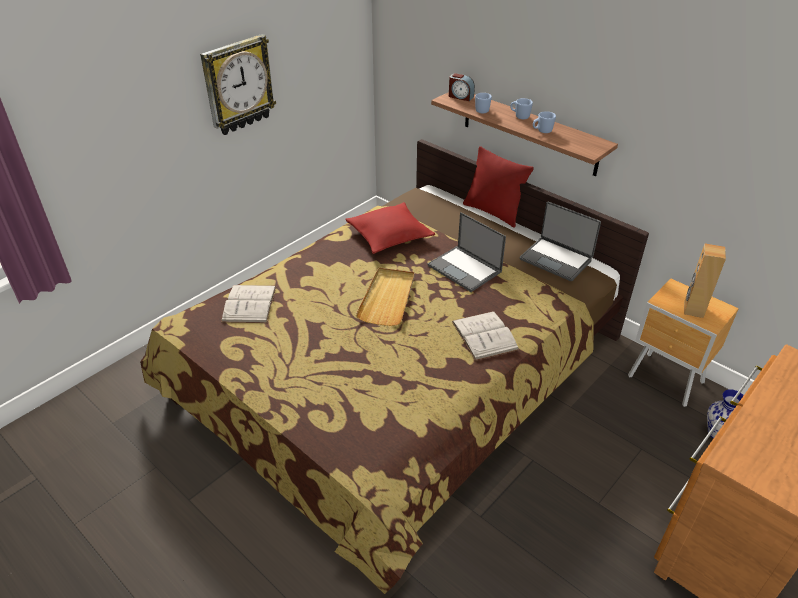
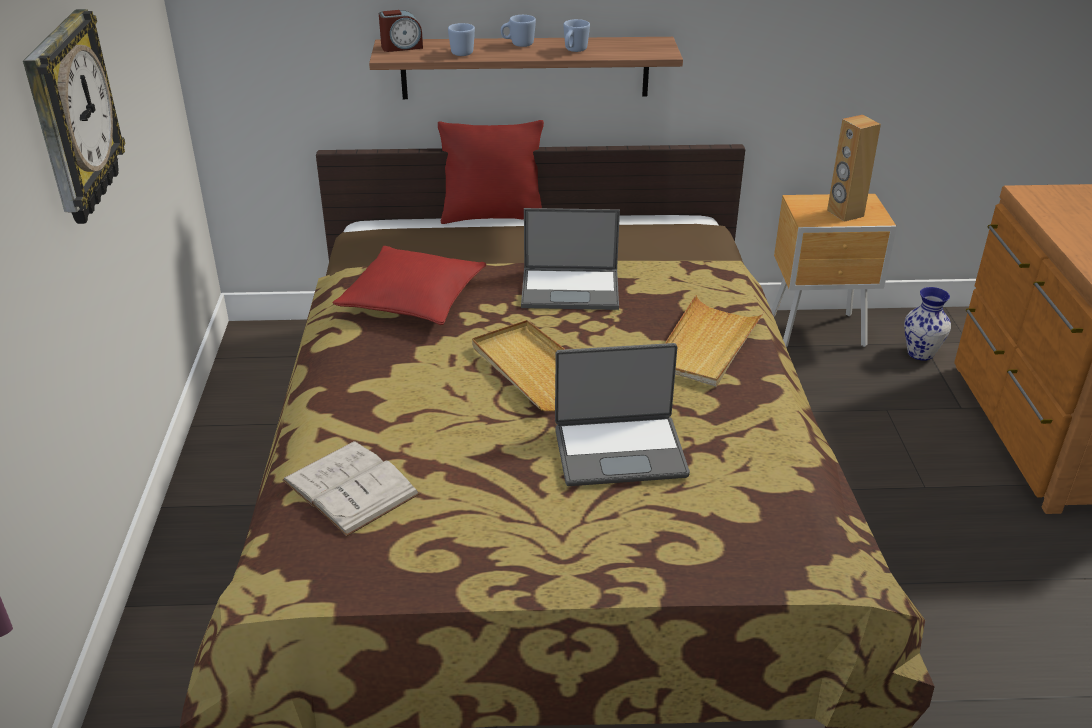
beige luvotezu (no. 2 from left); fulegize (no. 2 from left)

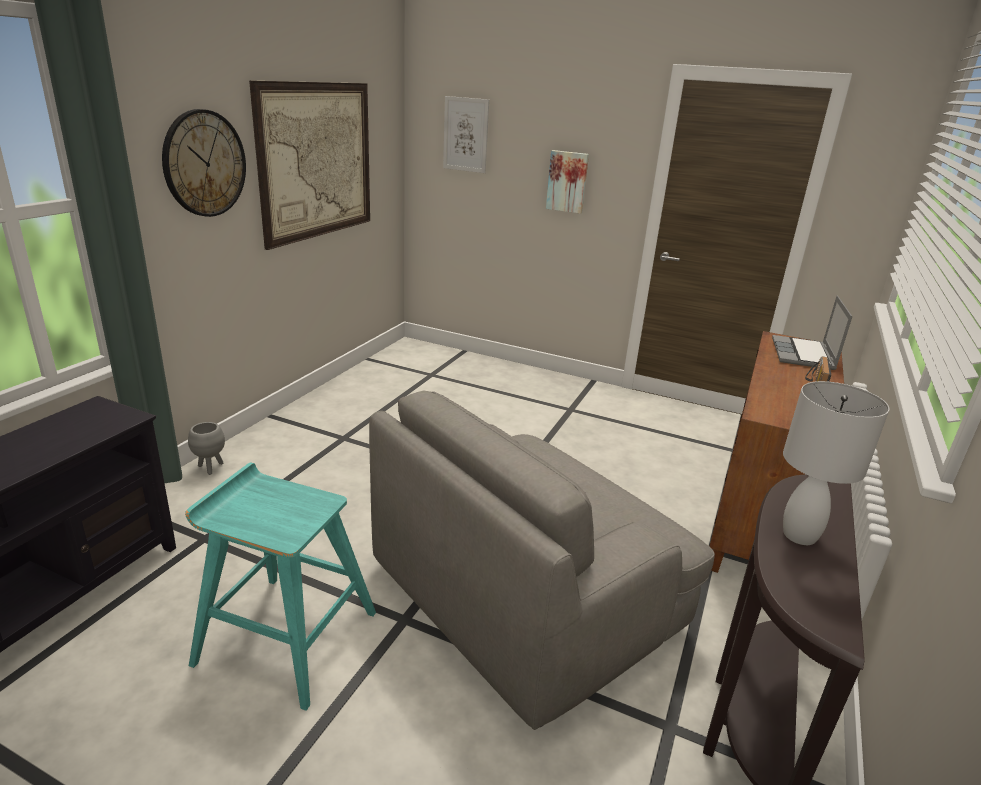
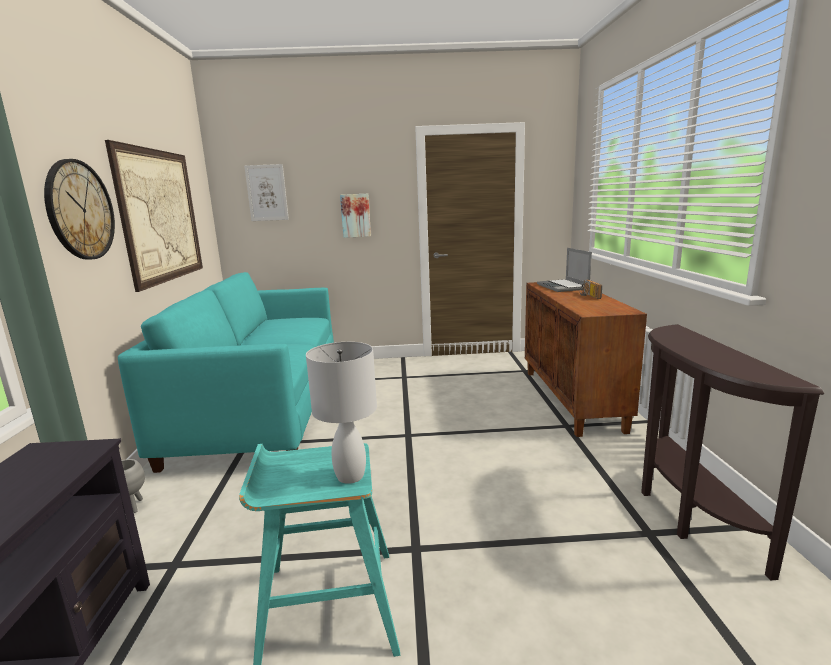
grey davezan; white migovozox; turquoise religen

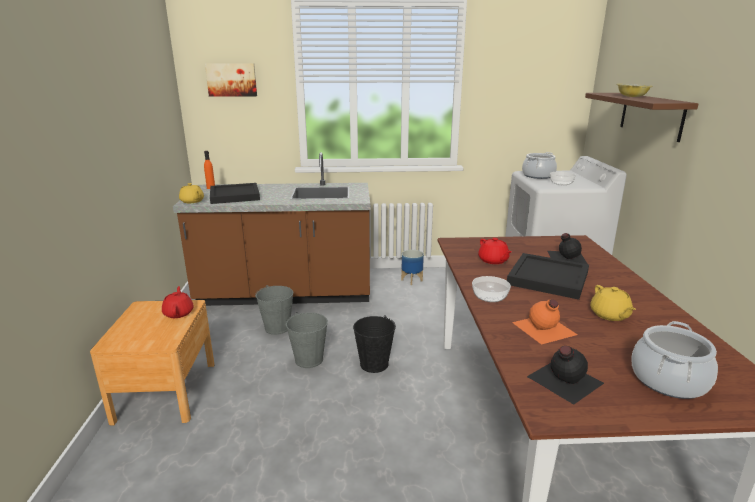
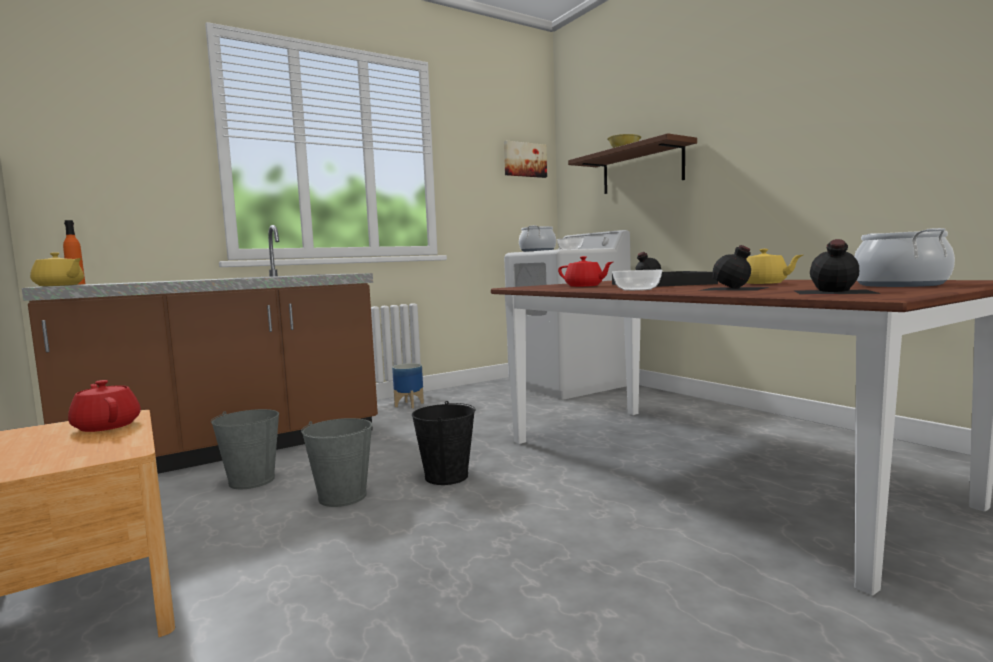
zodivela; black luvotezu (no. 1 from left in the first image); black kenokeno (no. 2 from left)

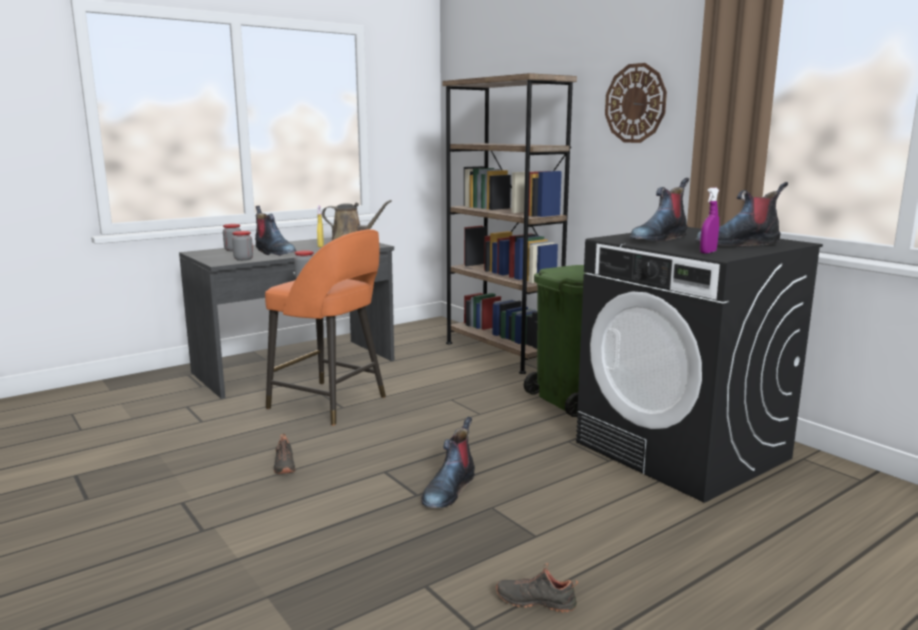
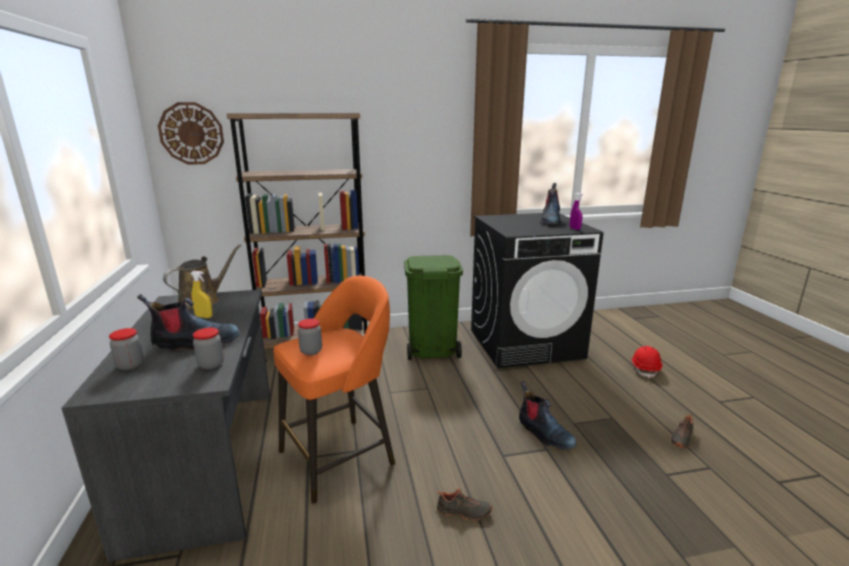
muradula; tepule (no. 3 from left in the first image); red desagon

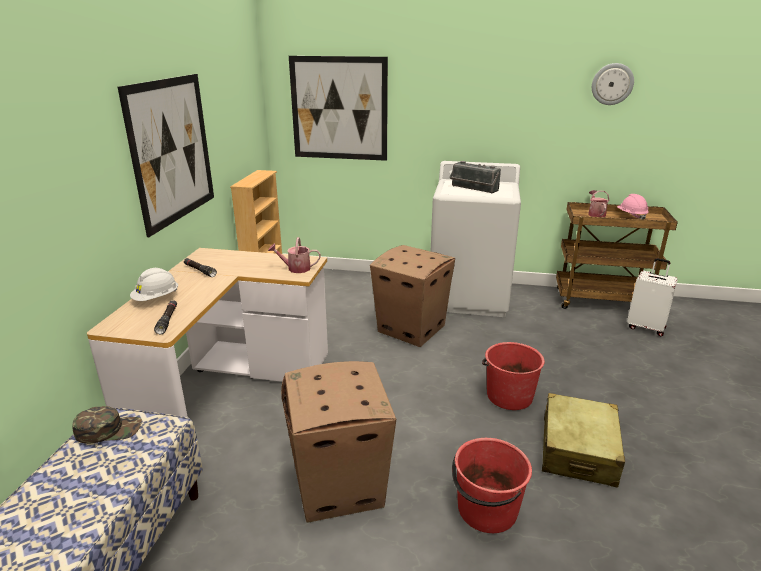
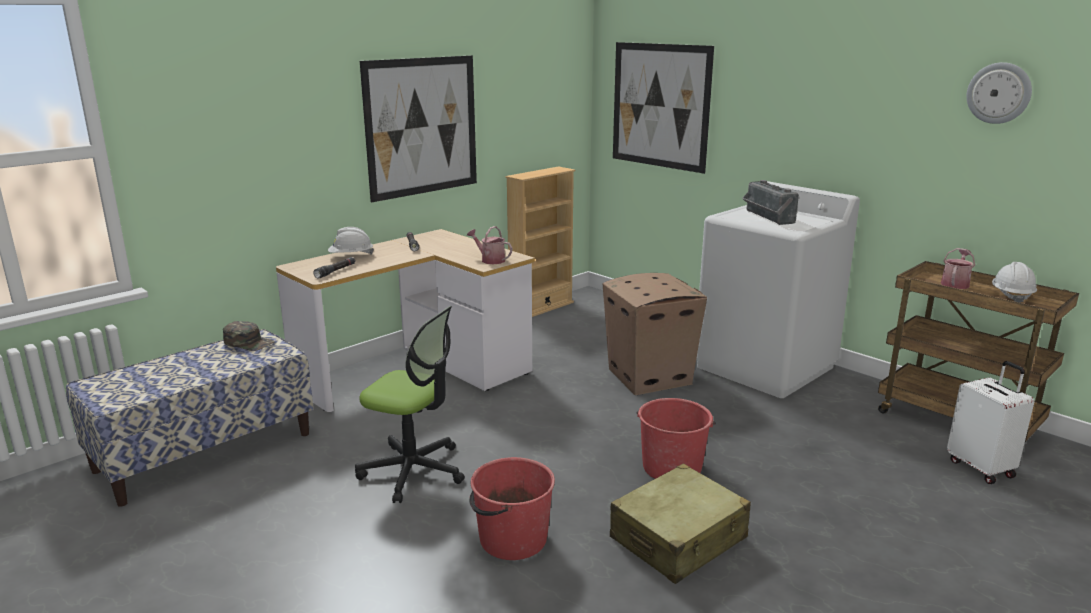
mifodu; white desagon (no. 2 from left)

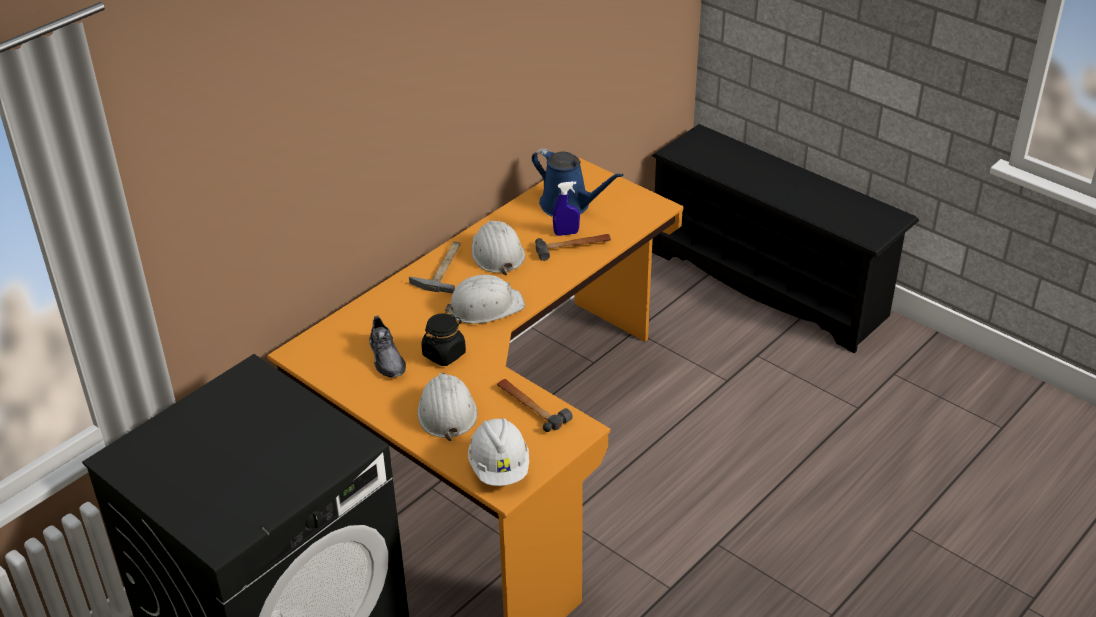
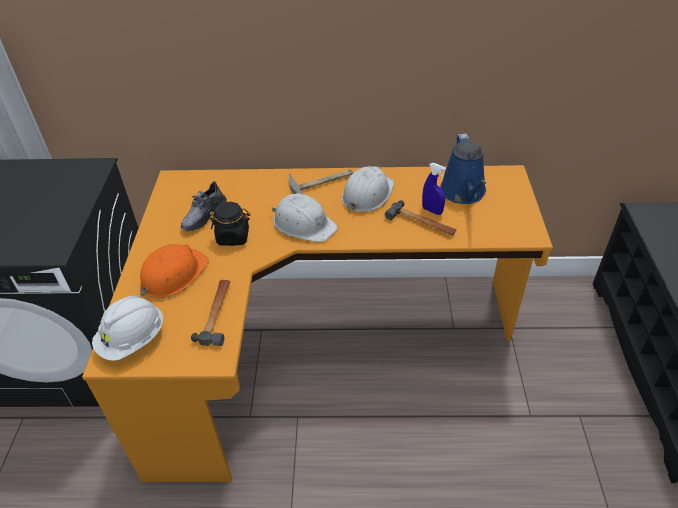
orange desagon

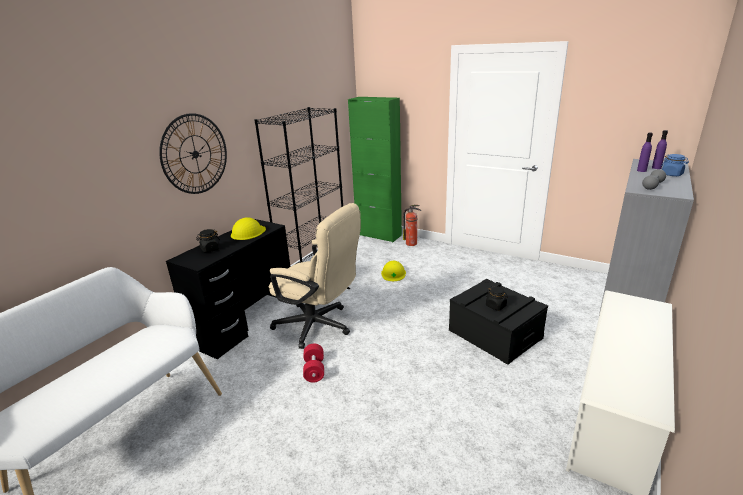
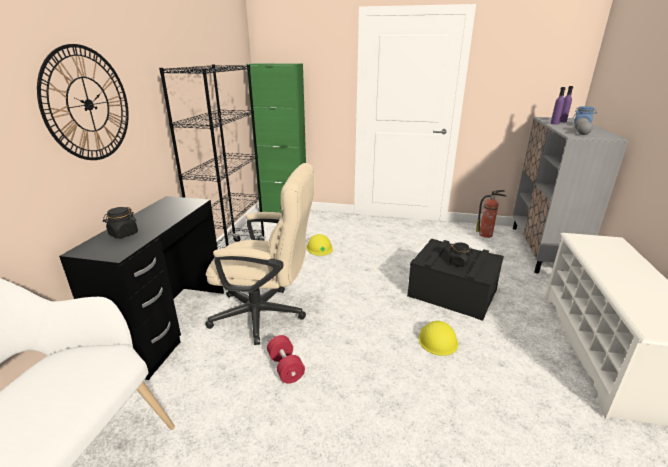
yellow desagon (no. 2 from left); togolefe

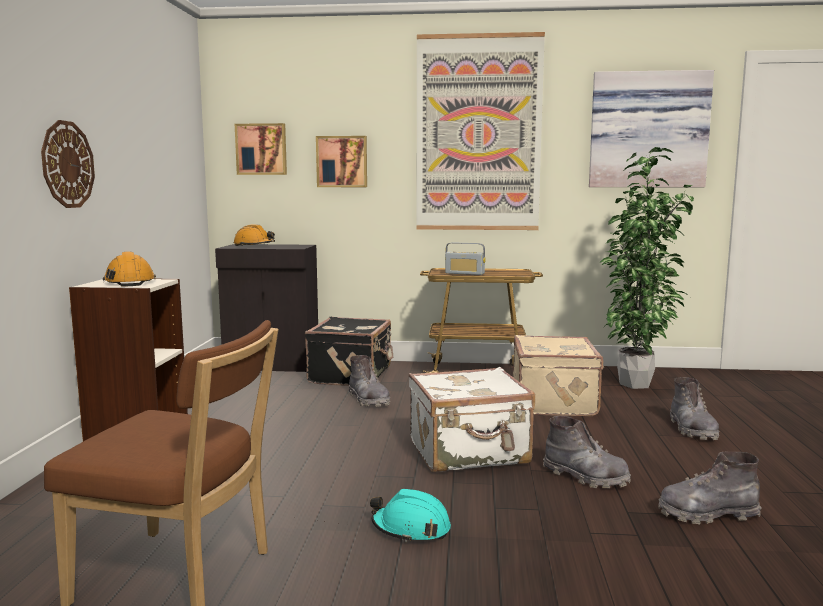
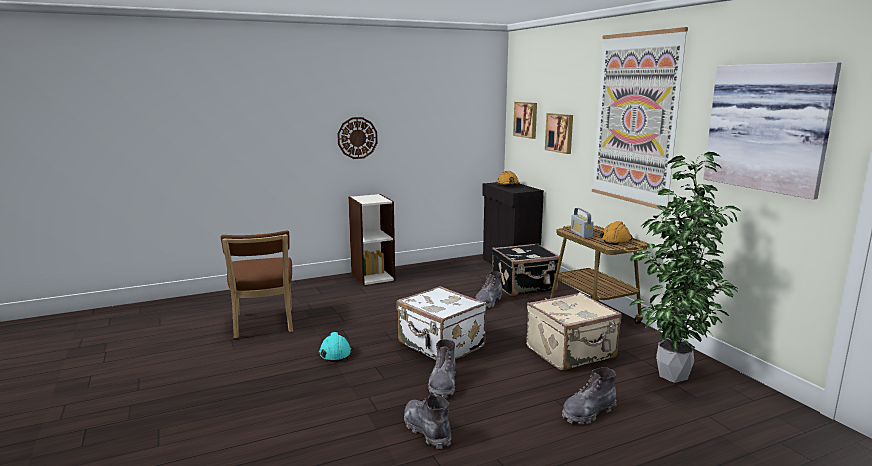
orange desagon (no. 2 from left)

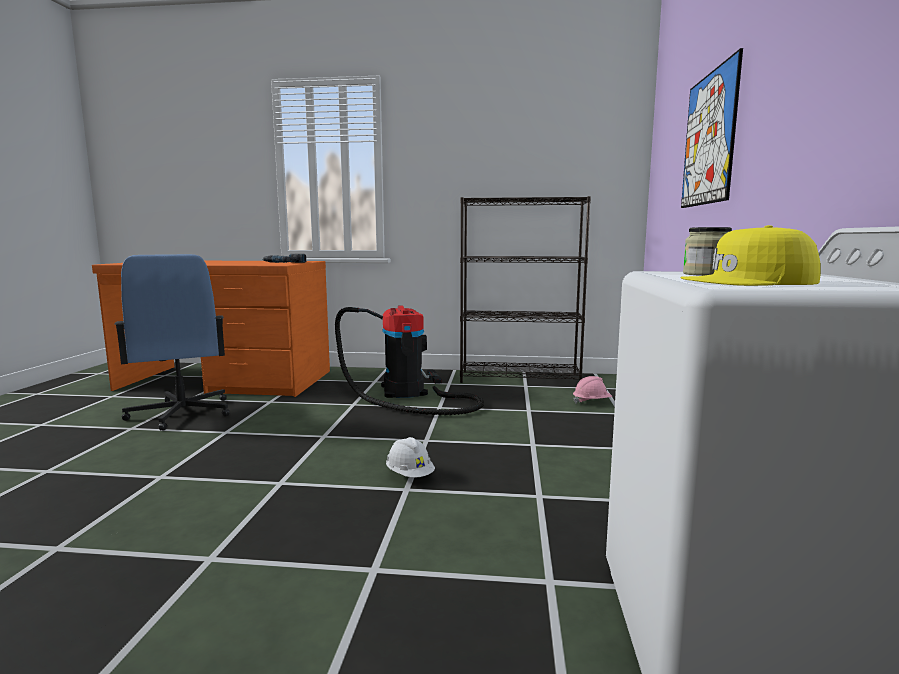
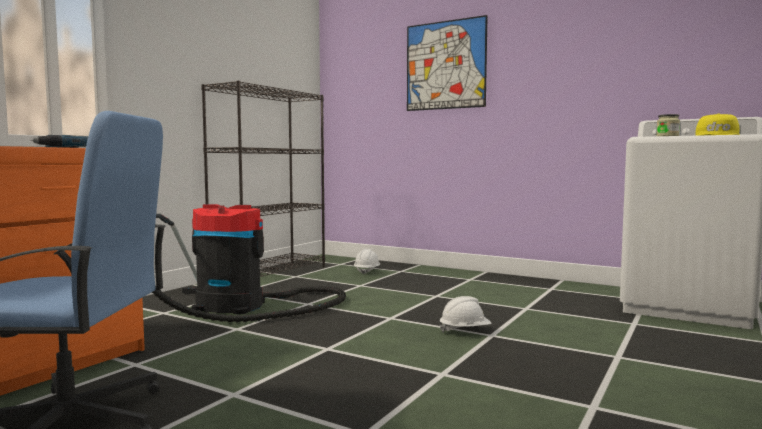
white desagon (no. 1 from left)

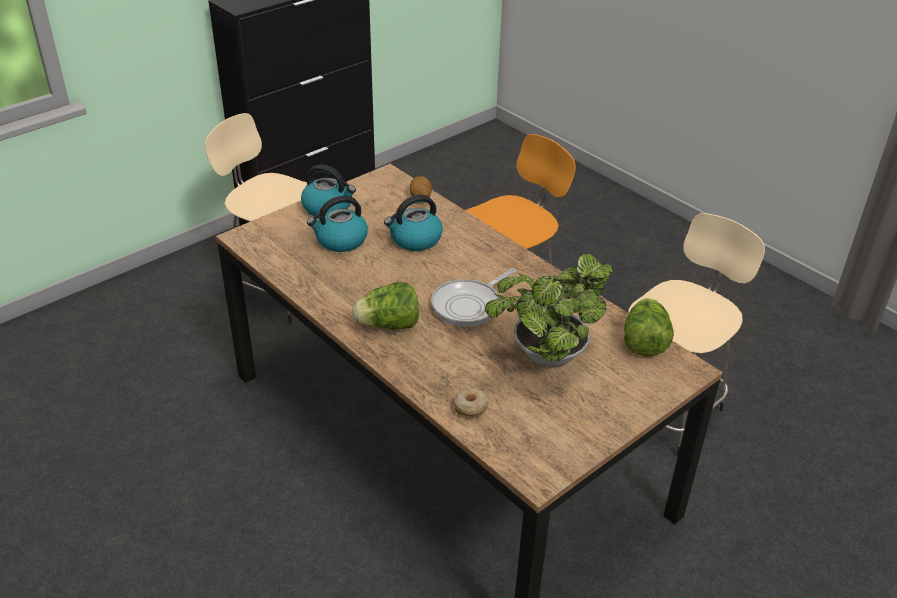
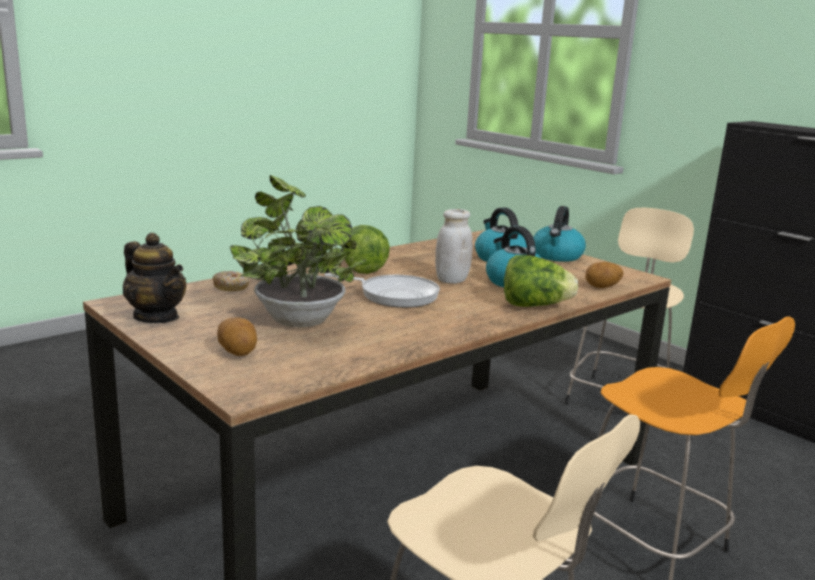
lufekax; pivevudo (no. 2 from left); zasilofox; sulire (no. 1 from left); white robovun

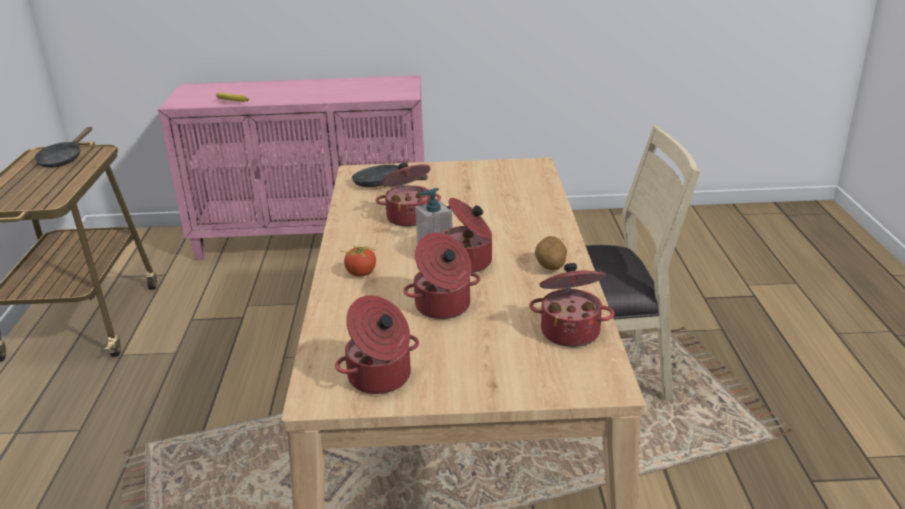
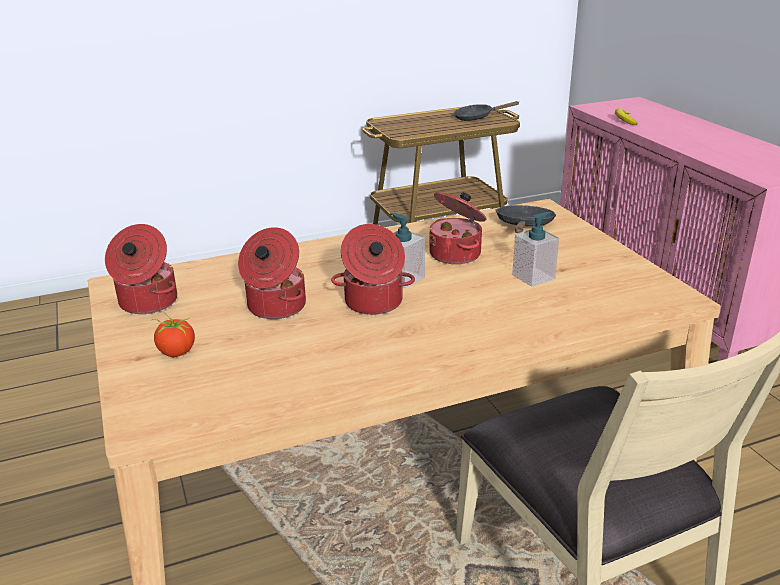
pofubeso; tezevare (no. 5 from left in the first image); sulire; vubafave (no. 2 from left)

